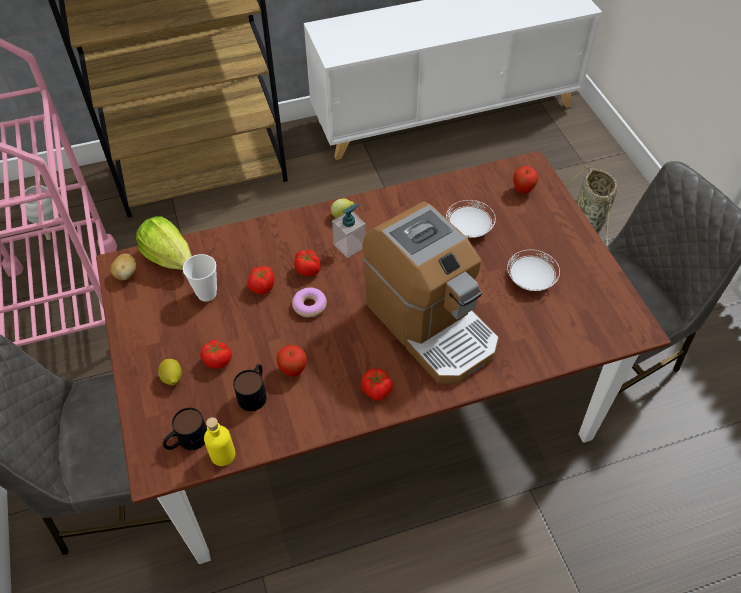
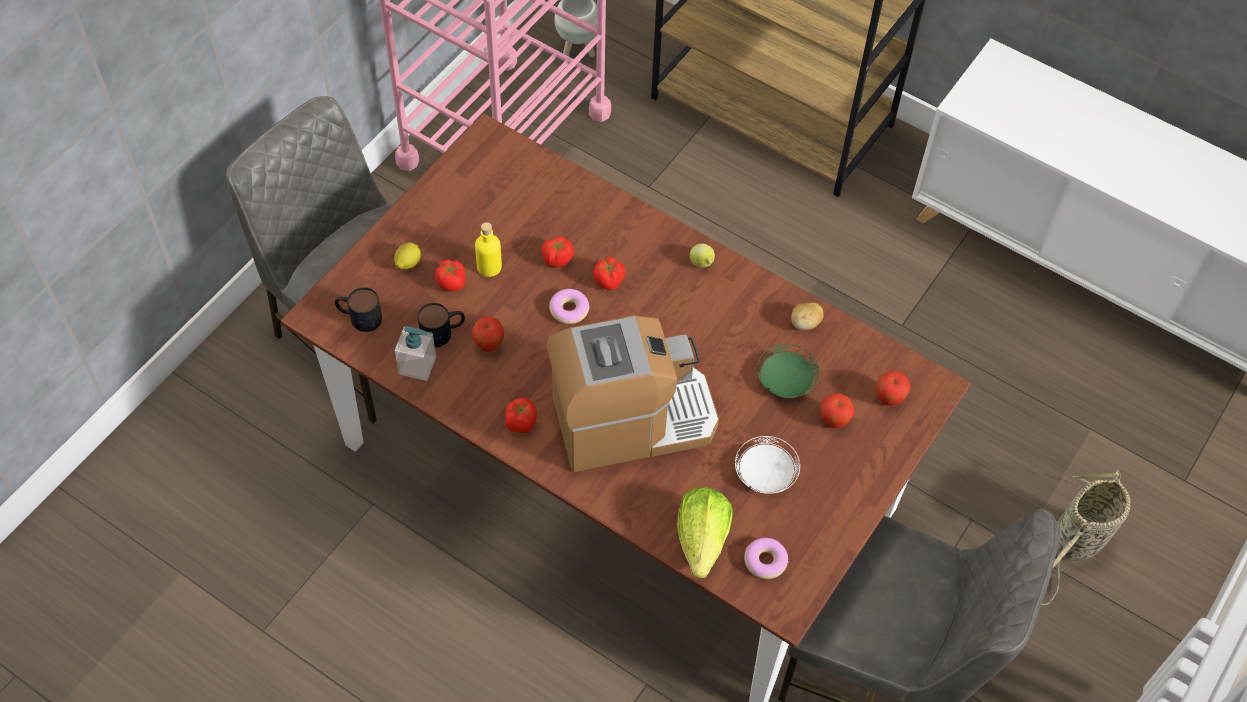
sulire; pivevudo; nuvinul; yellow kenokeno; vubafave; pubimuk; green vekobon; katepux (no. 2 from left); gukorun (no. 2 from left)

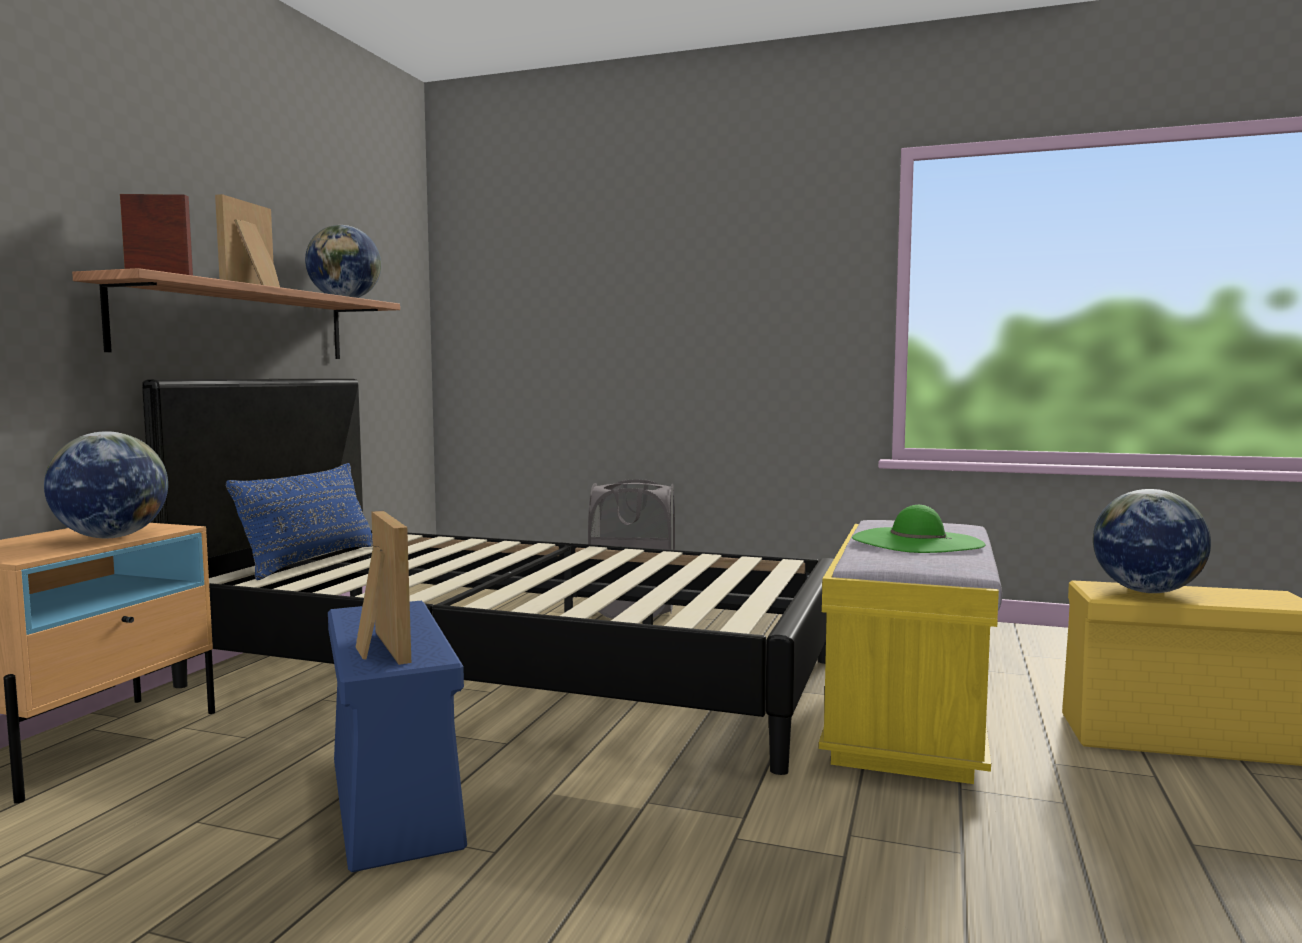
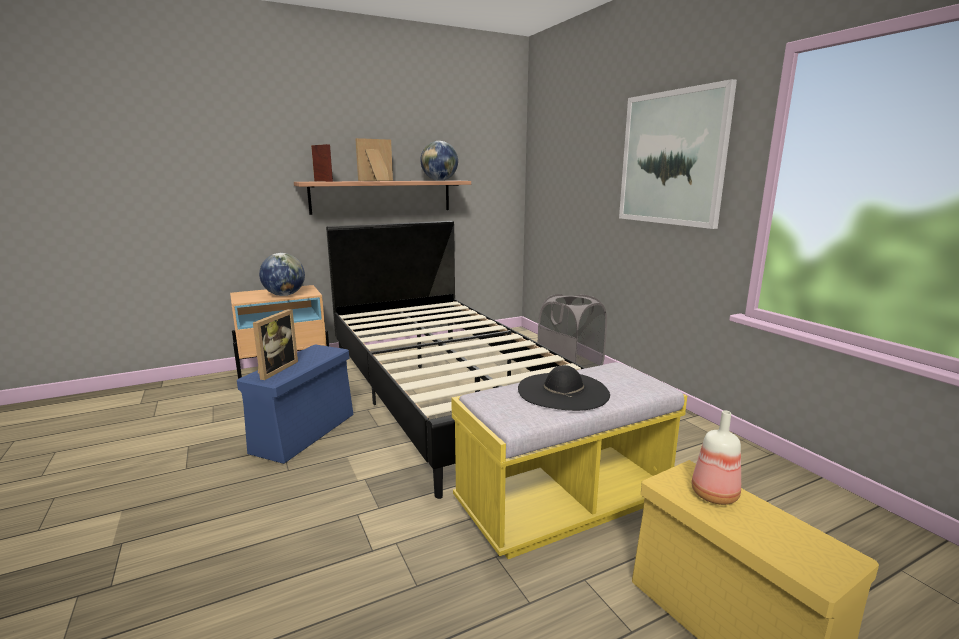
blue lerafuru; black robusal; kenokeno; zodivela

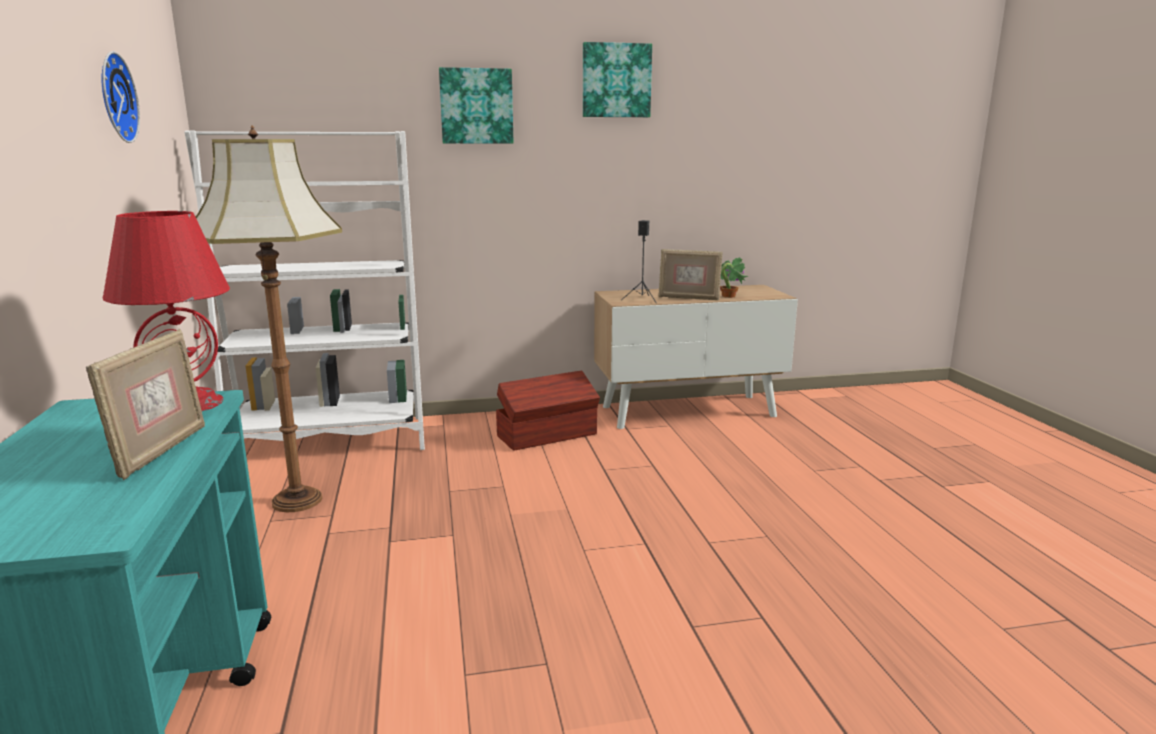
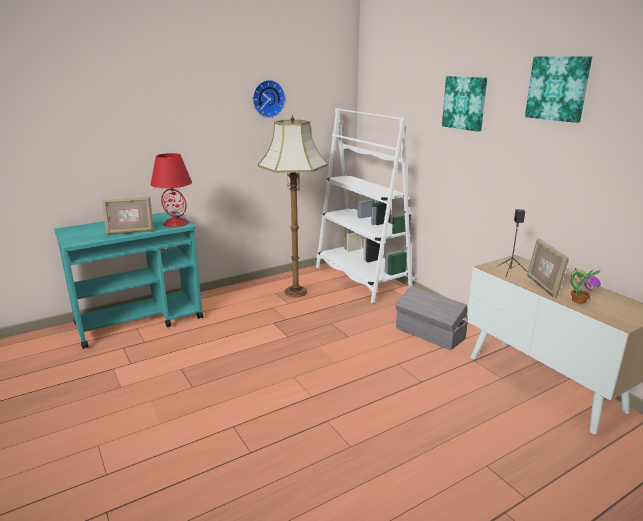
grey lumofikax

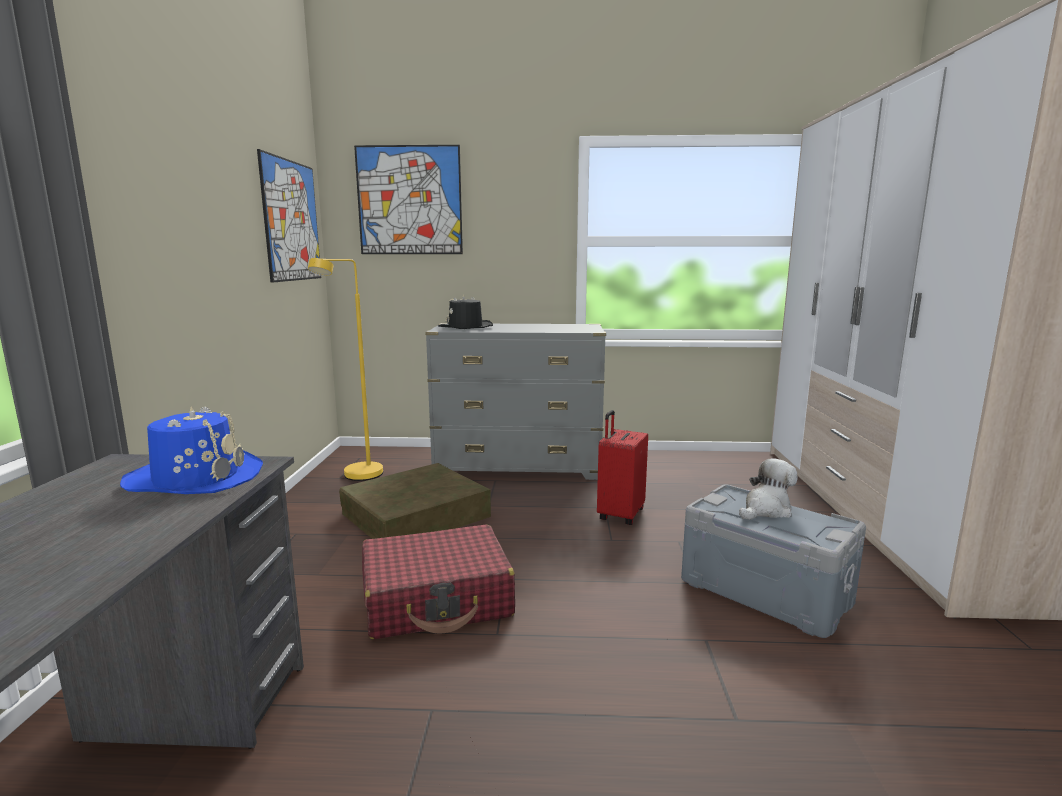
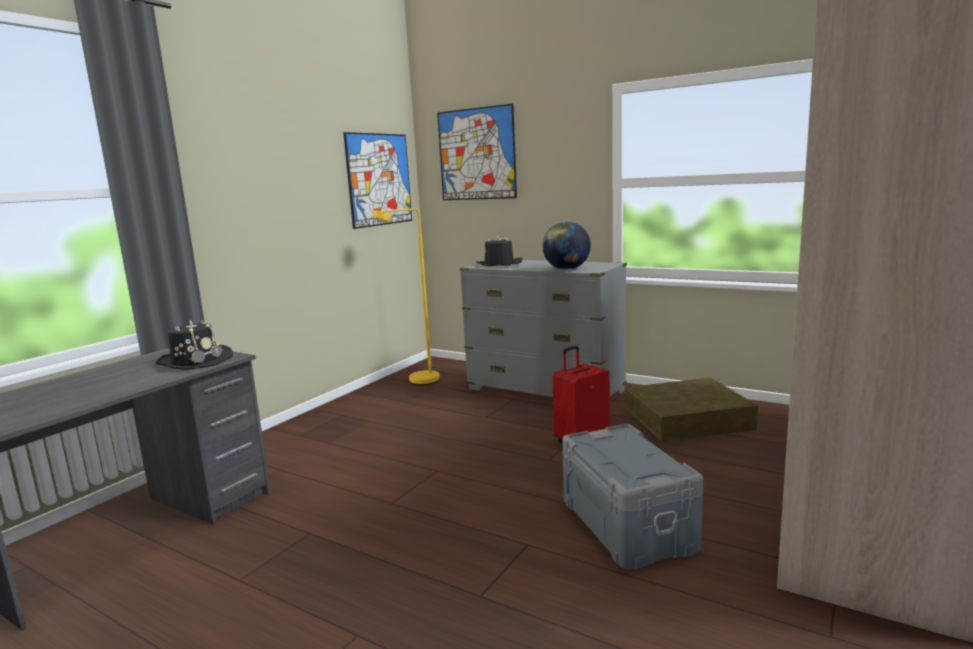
black robusal (no. 1 from left); brown lumofikax; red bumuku (no. 1 from left in the first image); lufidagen; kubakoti

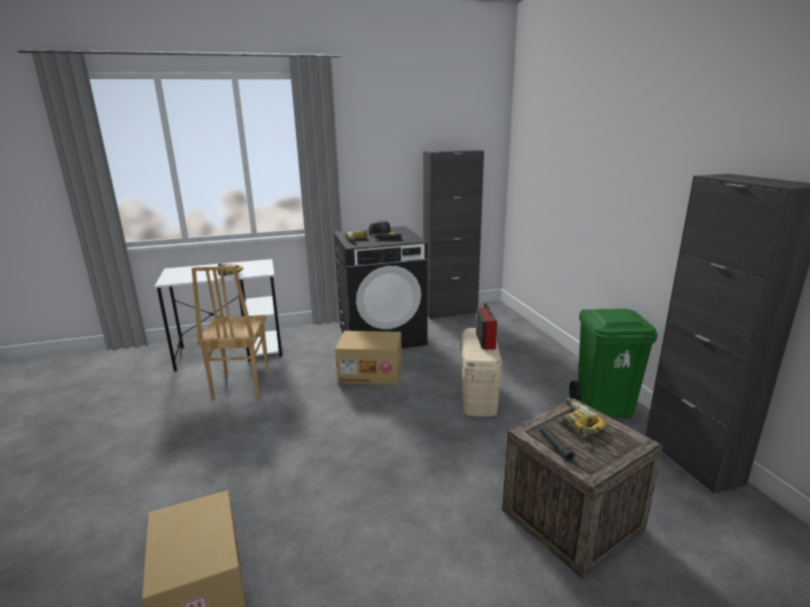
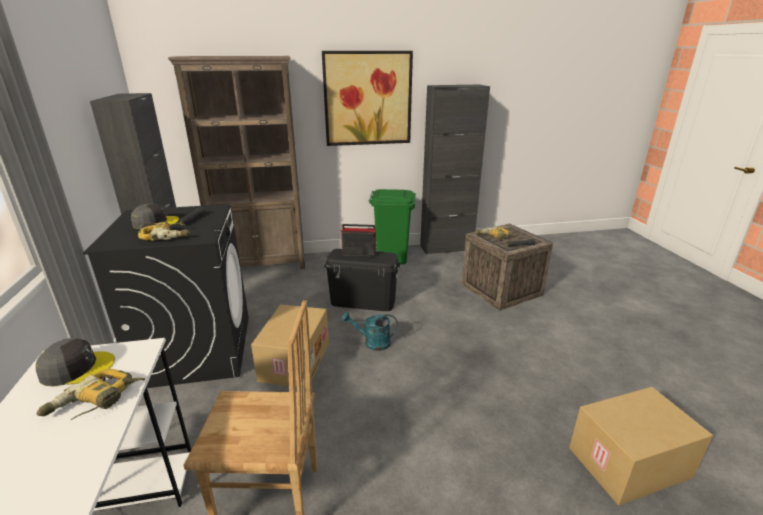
black lumofikax; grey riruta (no. 1 from left); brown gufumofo; zodivela; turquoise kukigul

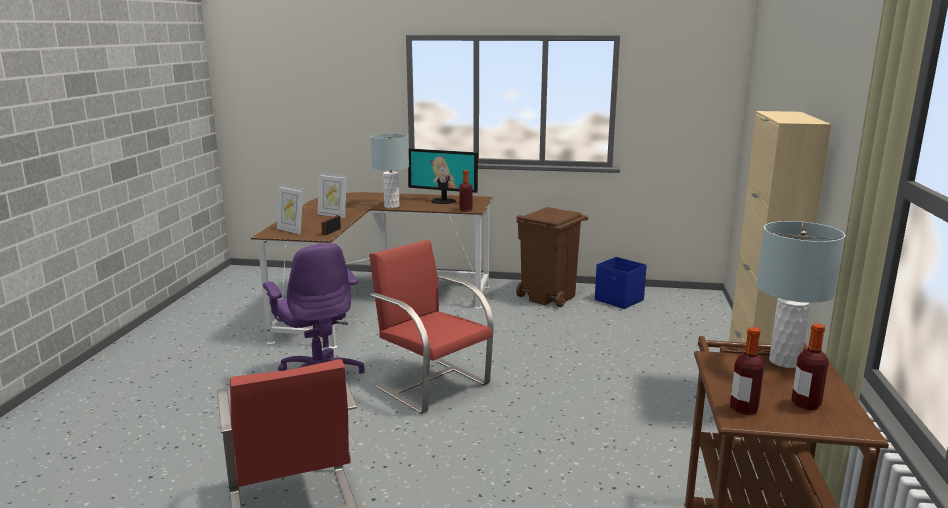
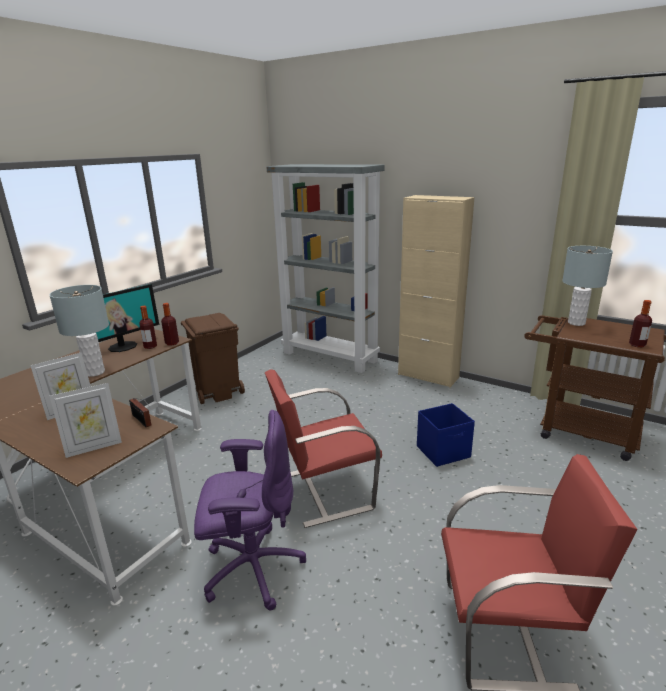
blue lumofikax; kenokeno (no. 1 from left); grey gufumofo

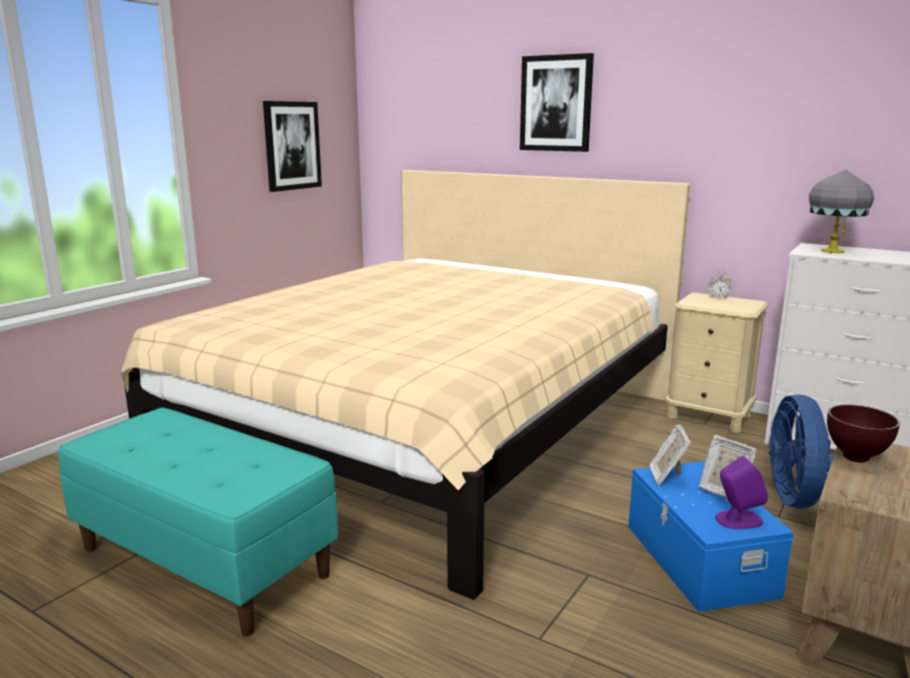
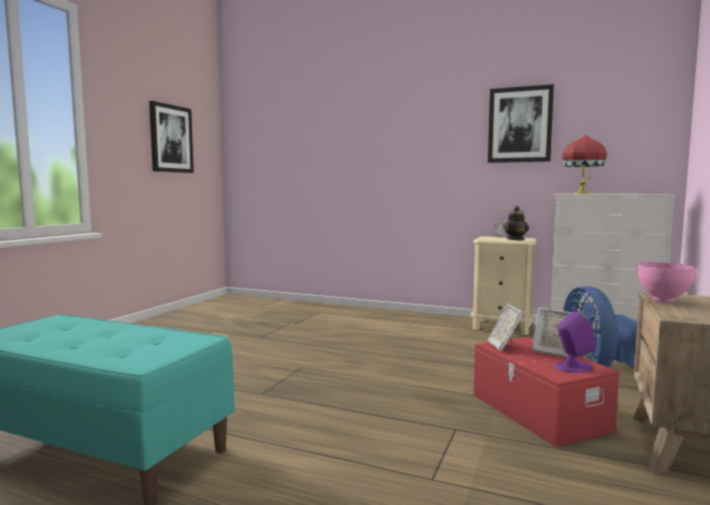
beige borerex; zodivela (no. 2 from left); red lumofikax; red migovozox; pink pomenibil; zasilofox

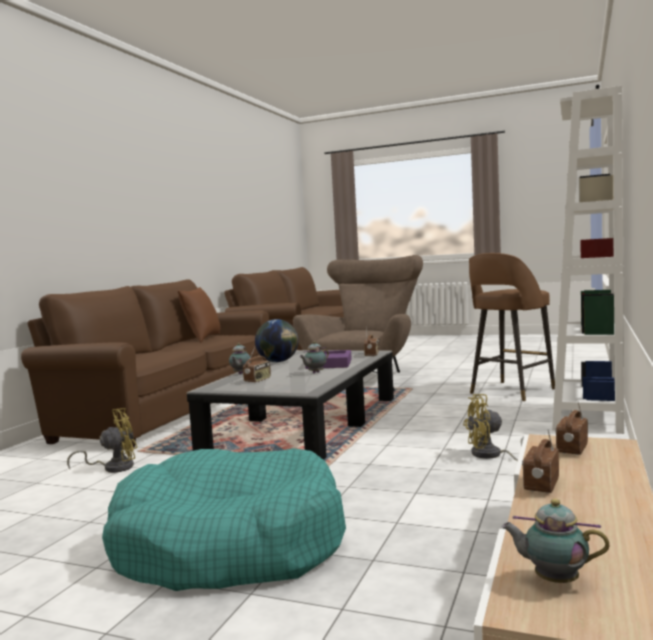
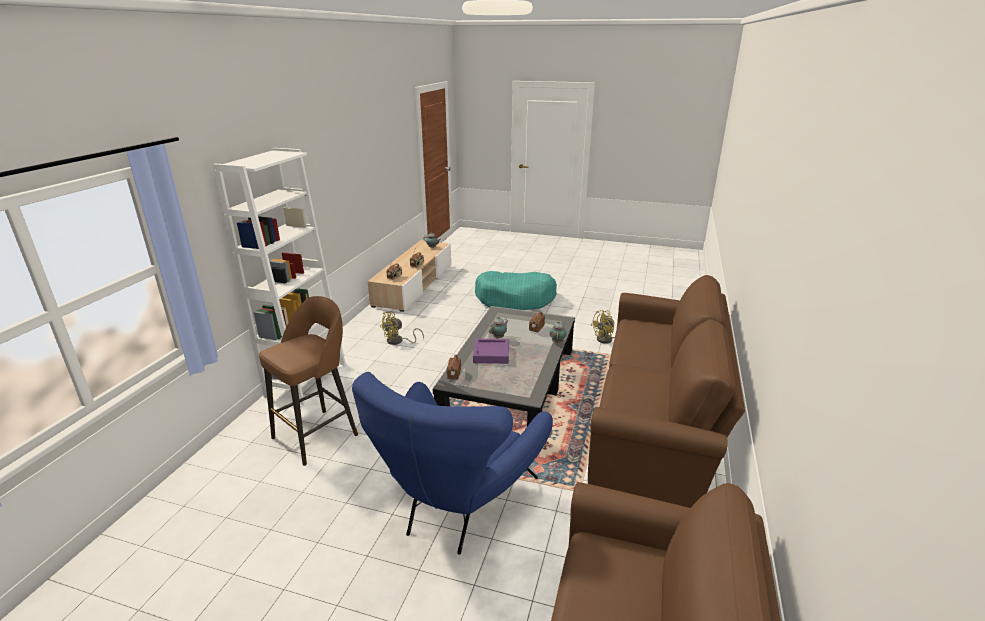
brown lerafuru; kubakoti; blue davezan; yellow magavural (no. 1 from left)

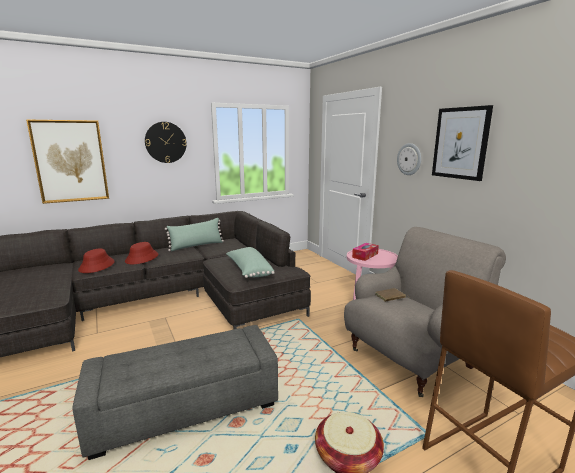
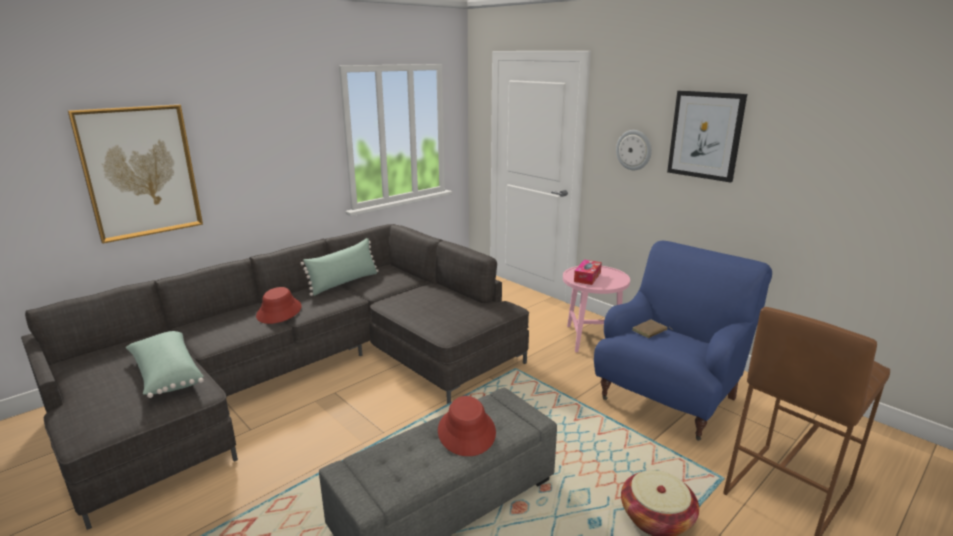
red robusal (no. 2 from left); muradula (no. 1 from left in the first image); green lerafuru (no. 1 from left); blue davezan

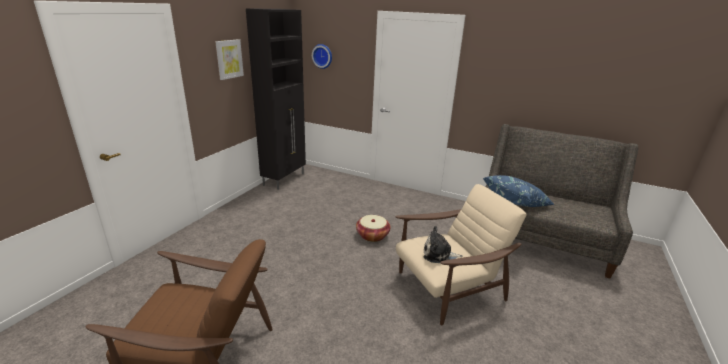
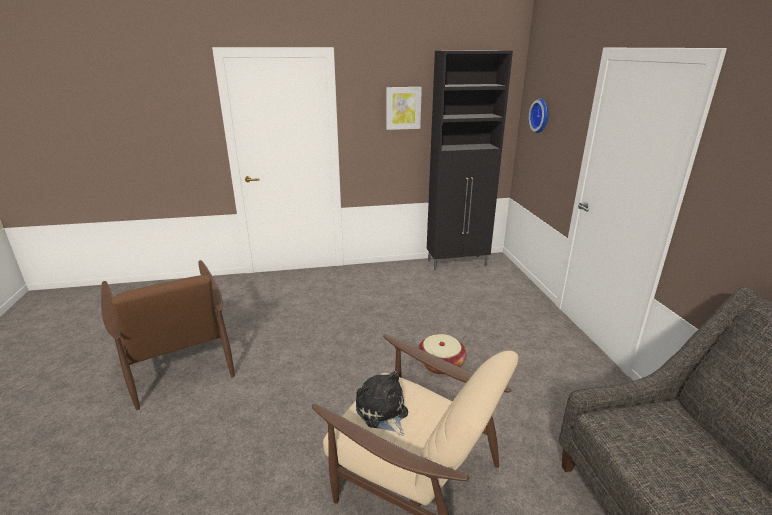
blue lerafuru

